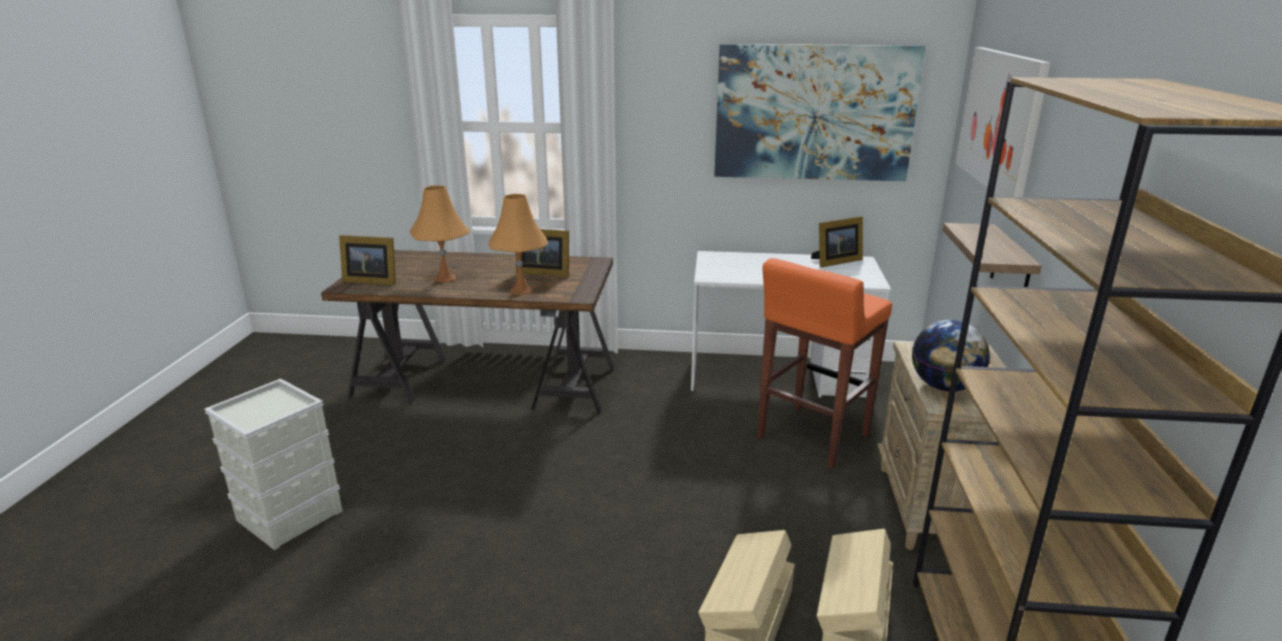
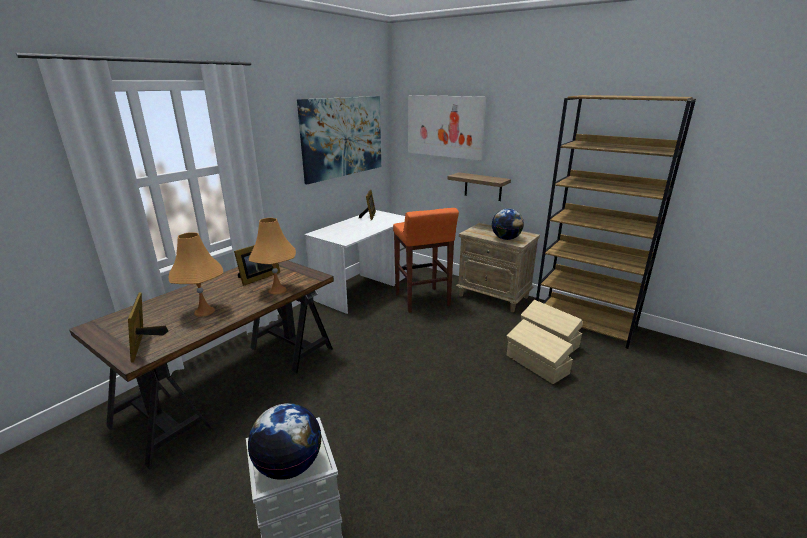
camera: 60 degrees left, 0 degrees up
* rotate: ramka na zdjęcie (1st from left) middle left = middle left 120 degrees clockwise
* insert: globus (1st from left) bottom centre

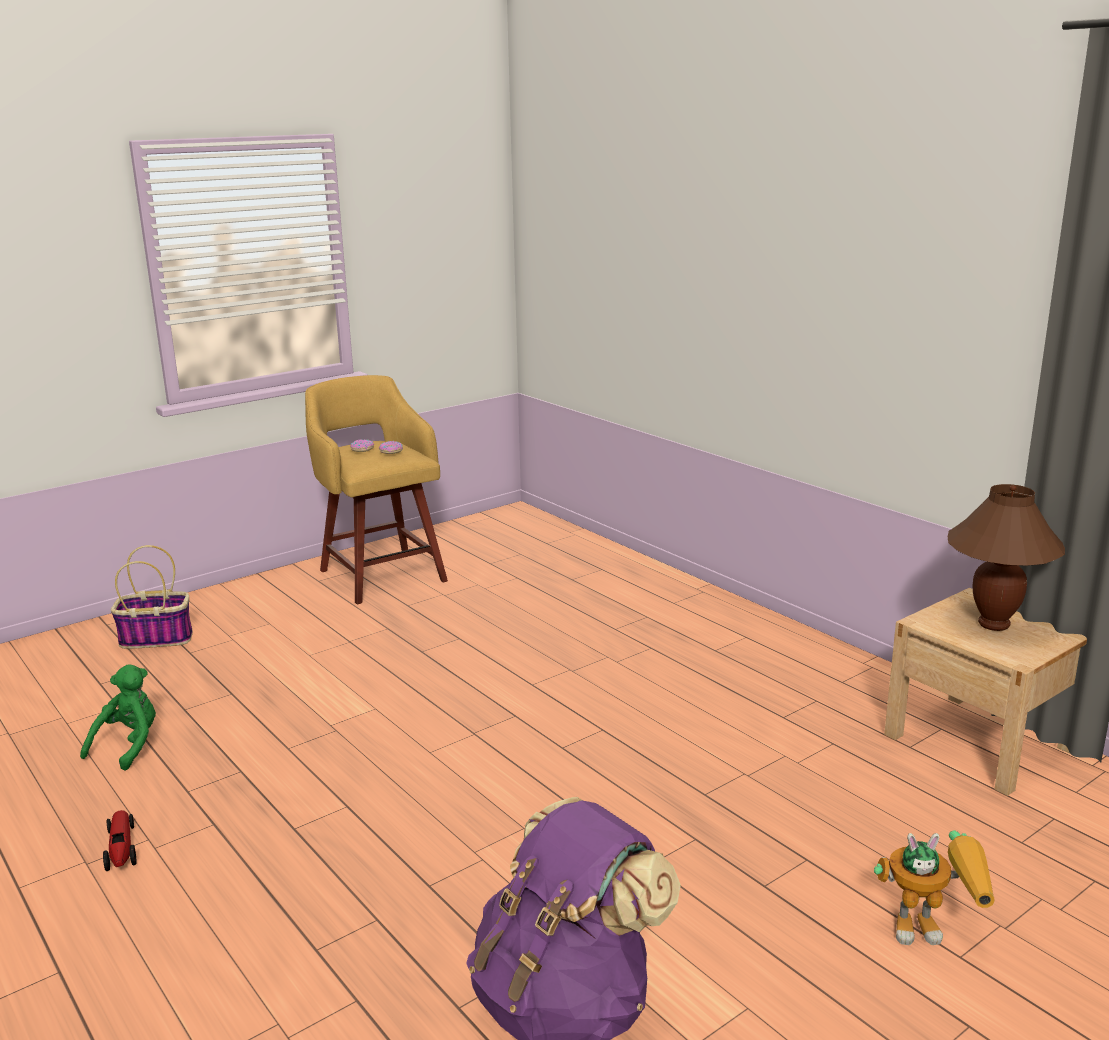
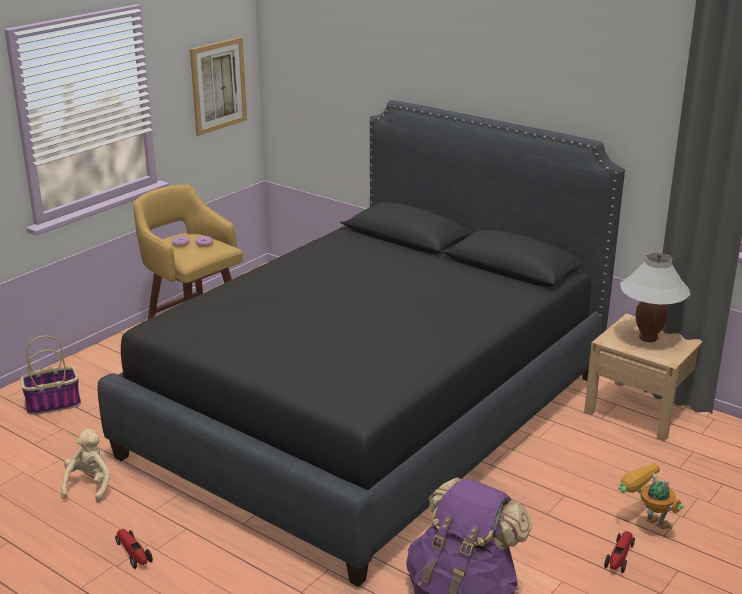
camera: 15 degrees left, 5 degrees up
* recolor: pluszak [zielony] bottom left to pluszak [beżowy] bottom left
* rotate: robot zabawkowy bottom right = bottom right 120 degrees counterclockwise
* recolor: lampa stołowa [brązowy] middle right to lampa stołowa [biały] middle right
* insert: łóżko [czarny] centre
* insert: obraz top left
* insert: samochodzik (2nd from left) bottom right

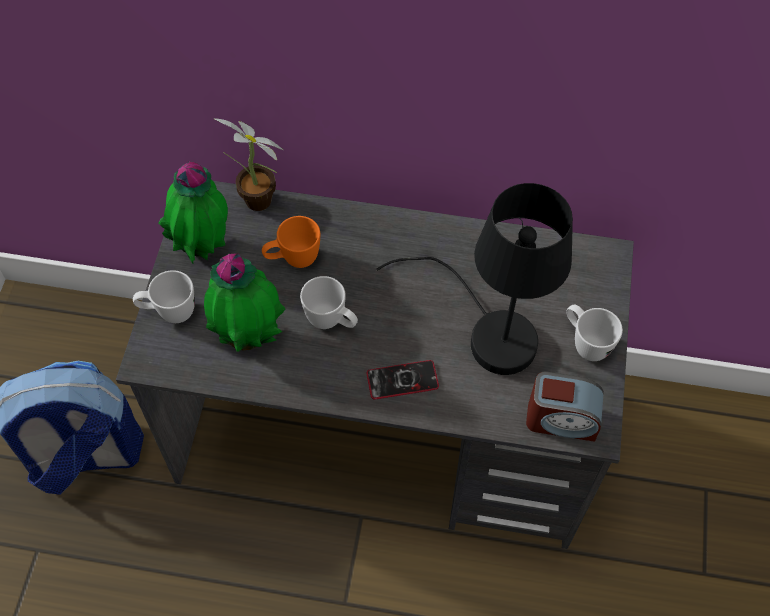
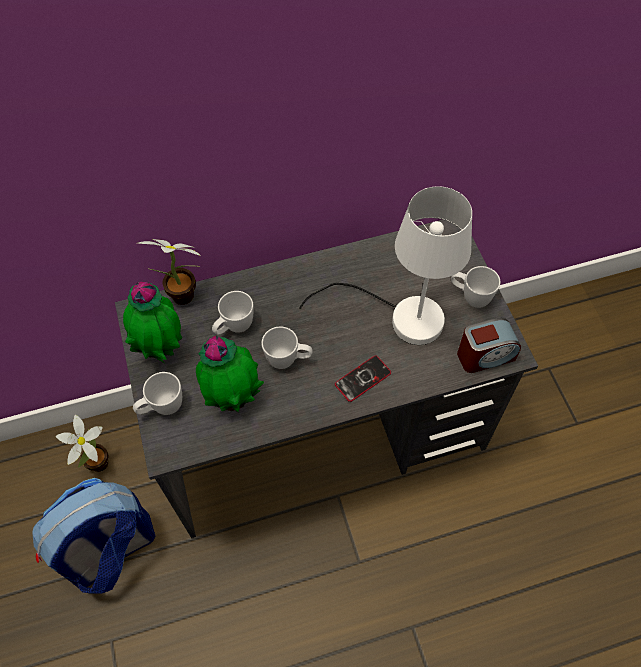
camera: 25 degrees left, 0 degrees up
* recolor: kubek [pomarańczowy] centre to kubek [biały] (2nd from left) centre
* recolor: lampa stołowa [czarny] centre to lampa stołowa [biały] centre
* insert: roślina doniczkowa (1st from left) middle left

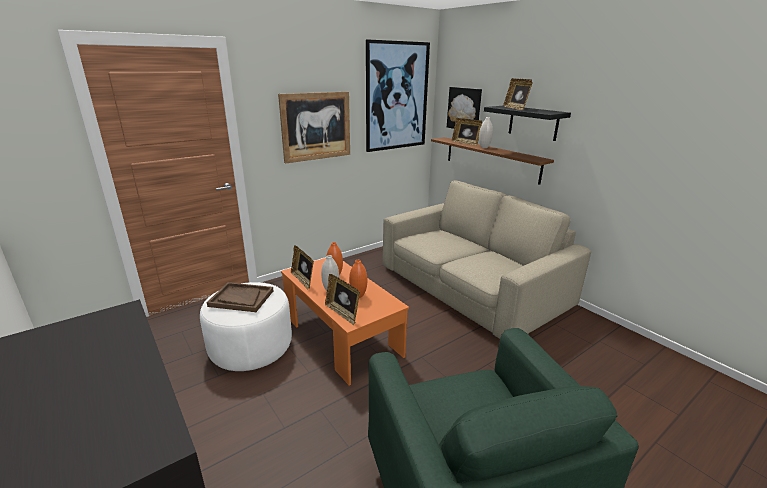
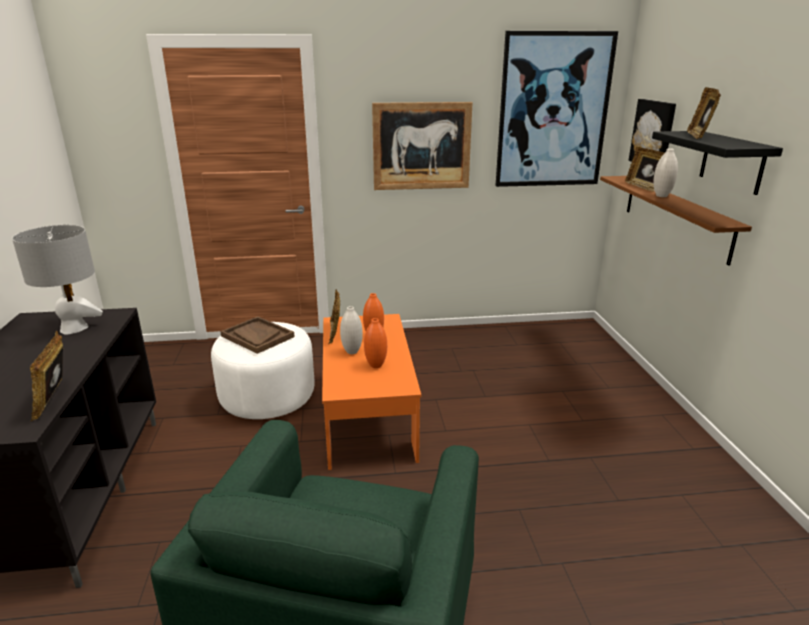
camera: 30 degrees right, 0 degrees up
* move: ramka na zdjęcie (2nd from left in the first image) centre to ramka na zdjęcie (1st from left) middle left
* delete: kanapa [beżowy] centre
* insert: lampa stołowa [szary] middle left

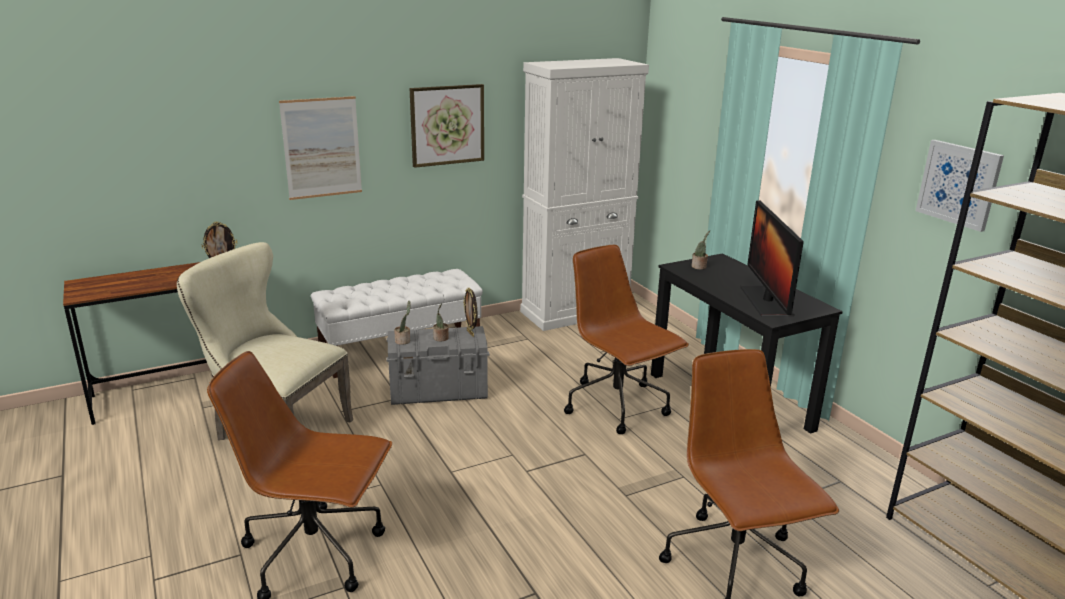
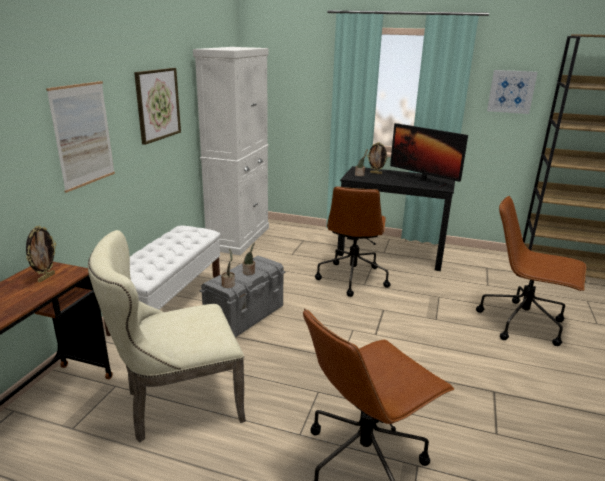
camera: 45 degrees left, 0 degrees up
* move: ramka na zdjęcie (2nd from left) centre to top centre
* rotate: krzesło biurowe [brązowy] (2nd from left in the first image) centre = centre 90 degrees counterclockwise

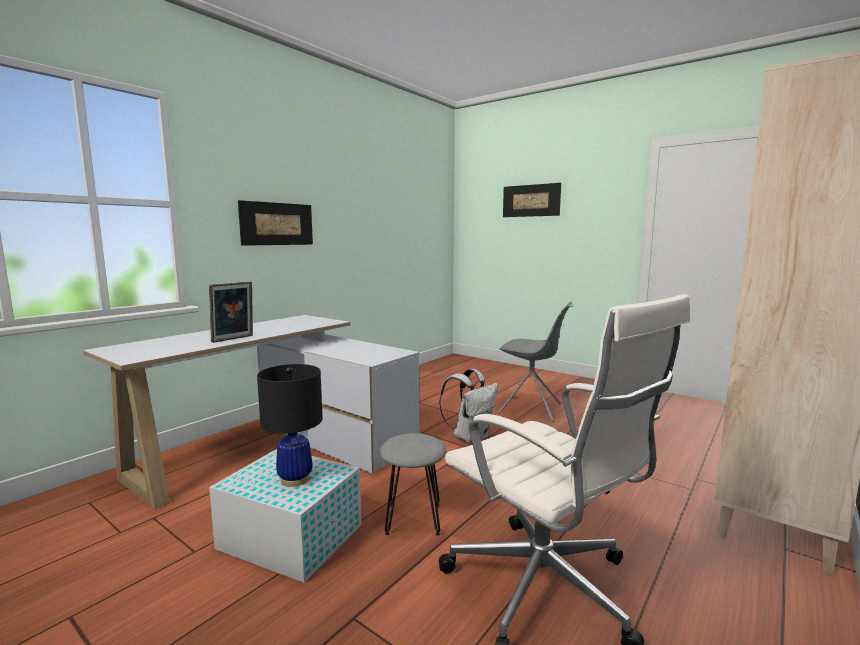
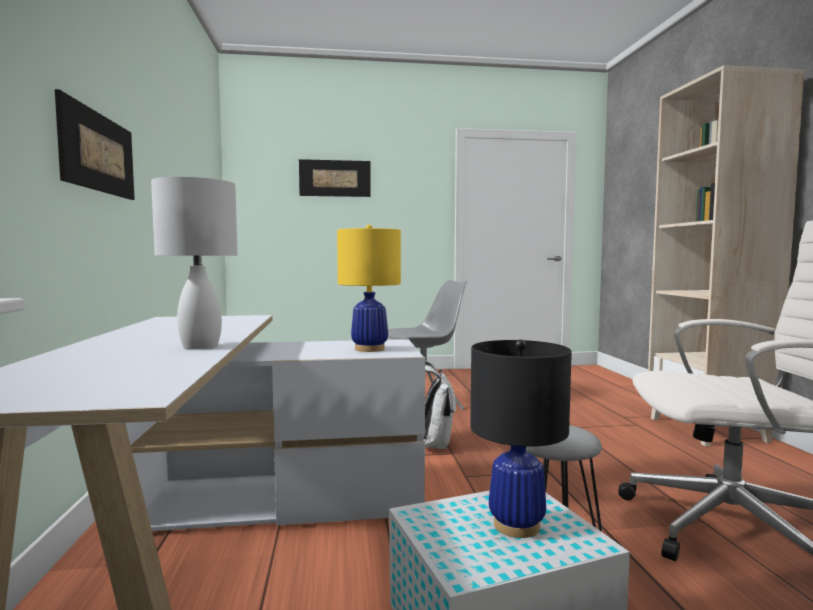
camera: 45 degrees left, 5 degrees down
* replace: ramka na zdjęcie middle left to lampa stołowa [biały] middle left
* insert: lampa stołowa [żółty] centre

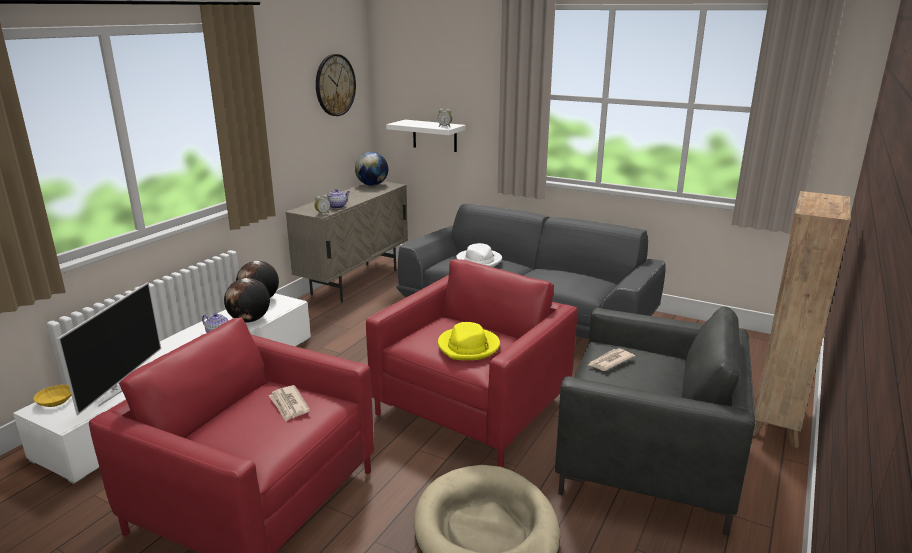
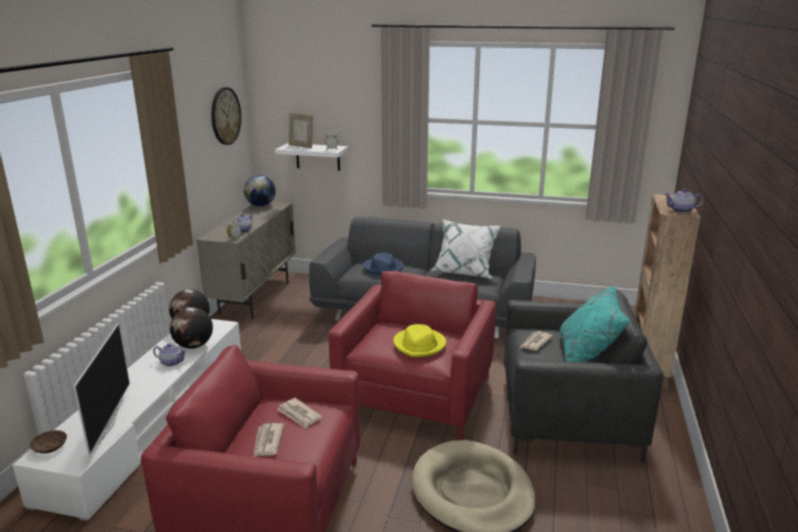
camera: 15 degrees left, 0 degrees up
* recolor: miska [żółty] bottom left to miska [brązowy] bottom left
* recolor: kapelusz [biały] centre to kapelusz [niebieski] centre
* insert: gazeta (1st from left) bottom centre
* insert: ramka na zdjęcie top centre
* insert: poduszka [biały] centre
* insert: poduszka [turkusowy] middle right
* insert: imbryk (3rd from left) middle right

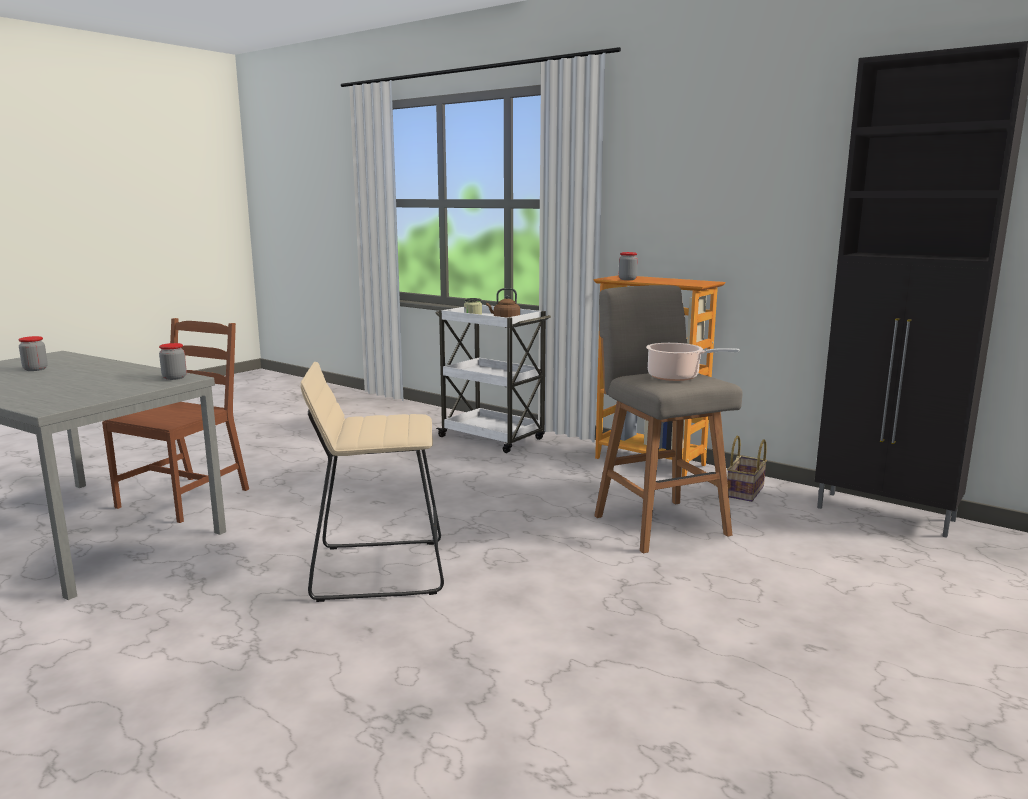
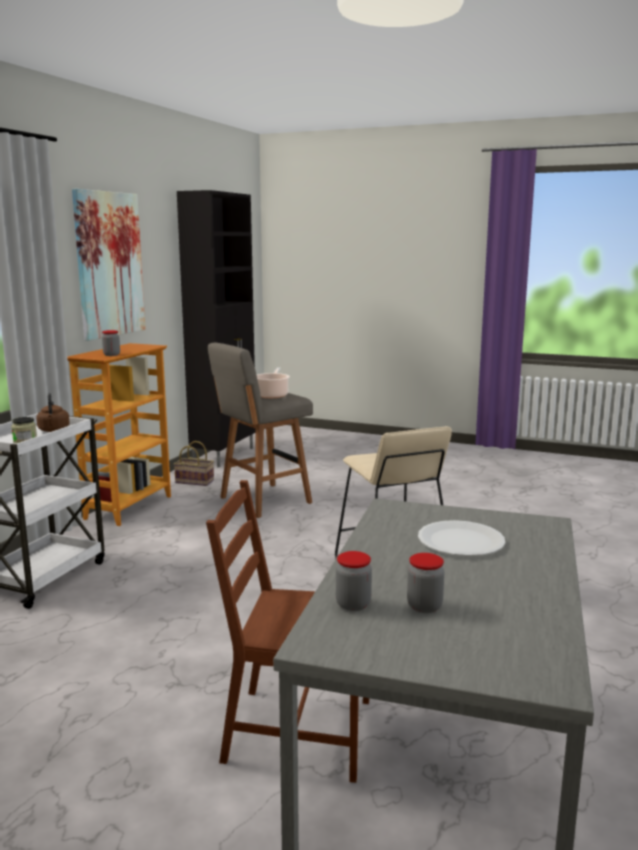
camera: 105 degrees left, 0 degrees up
* move: słoik (2nd from left in the first image) middle left to słoik (3rd from left) bottom centre
* insert: obraz top left
* insert: talerz [biały] middle right

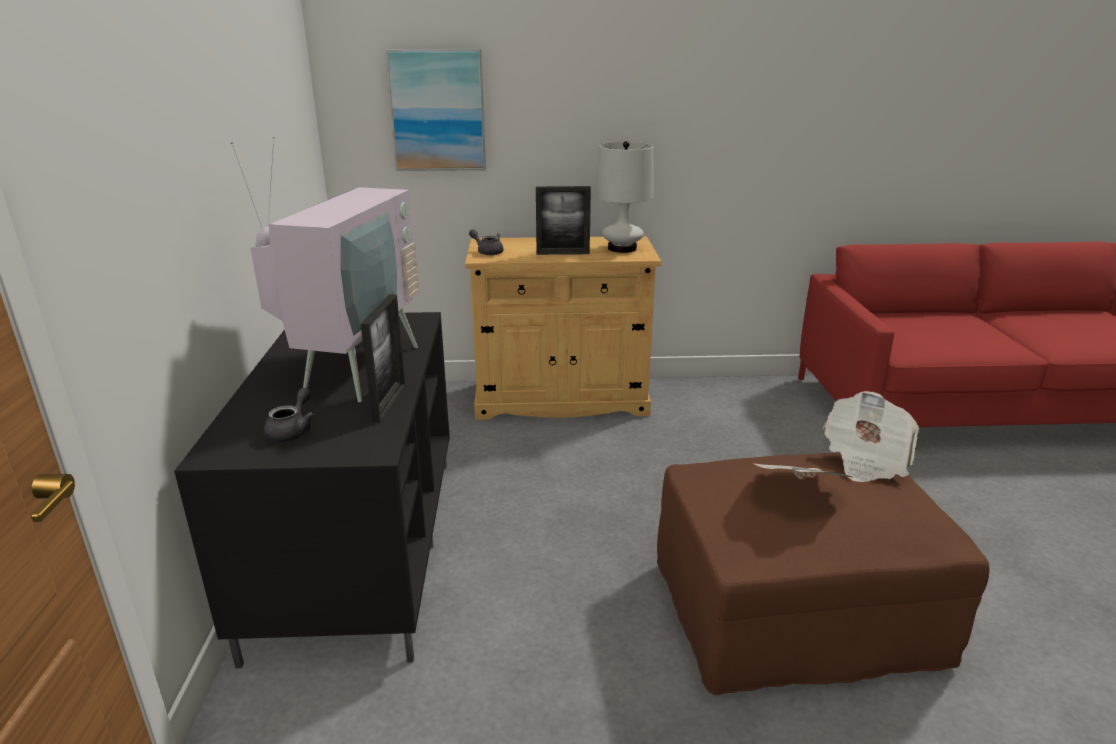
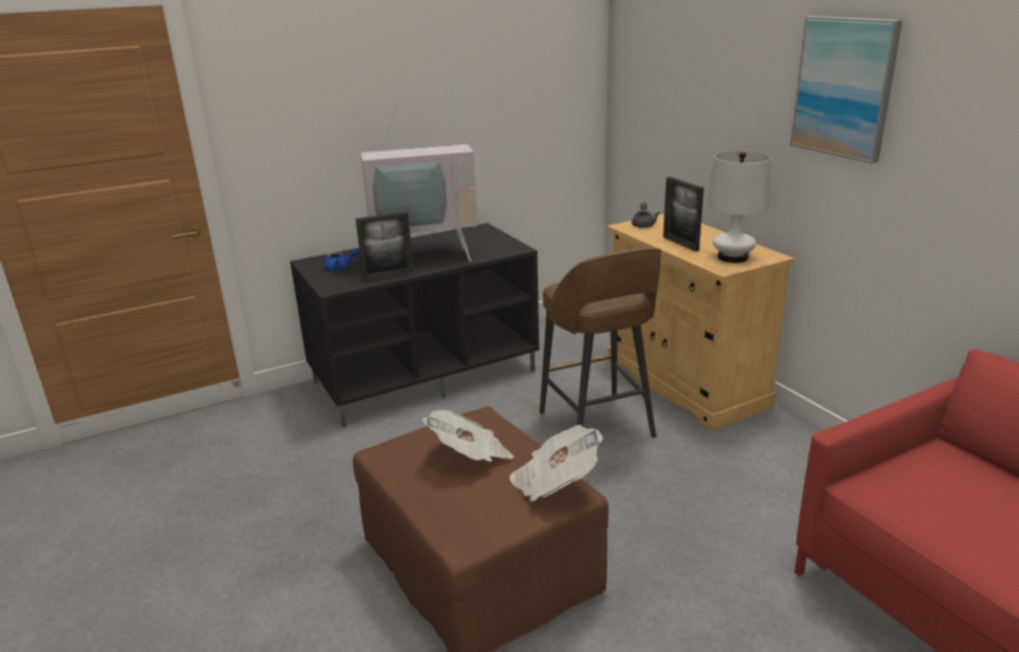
camera: 65 degrees right, 0 degrees up
* recolor: imbryk [szary] (1st from left) middle left to imbryk [niebieski] centre
* move: obraz top centre to top right
* insert: stołek [brązowy] centre

